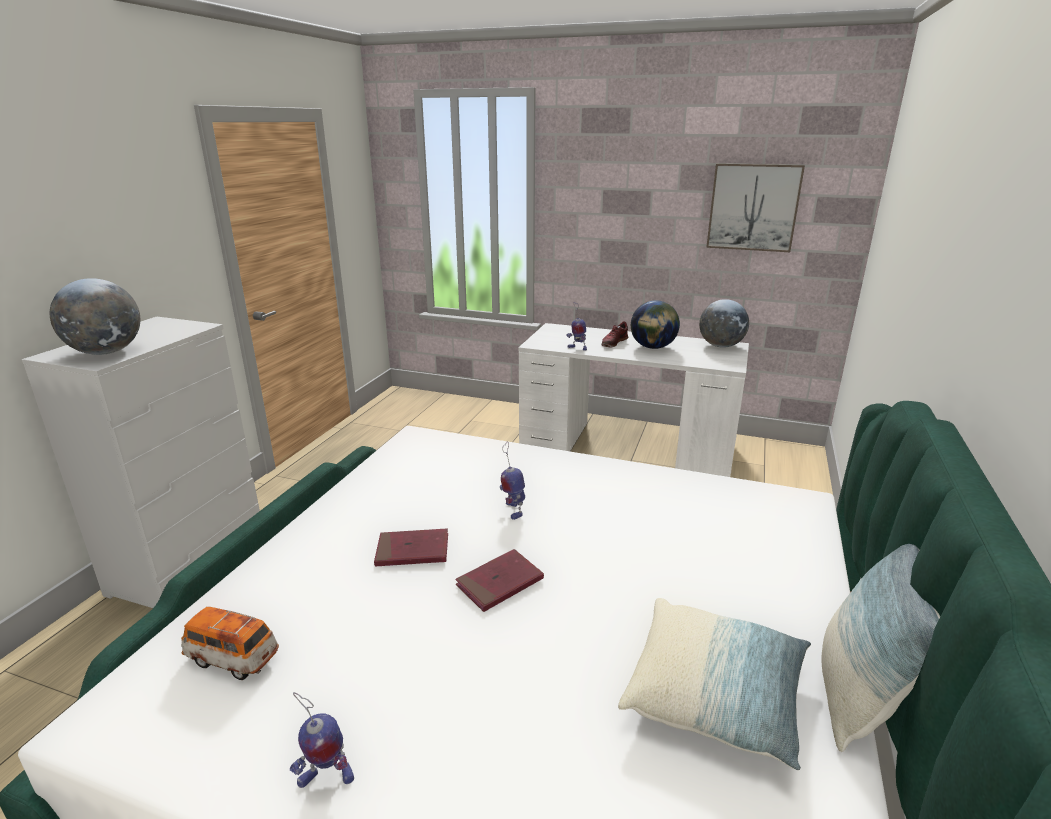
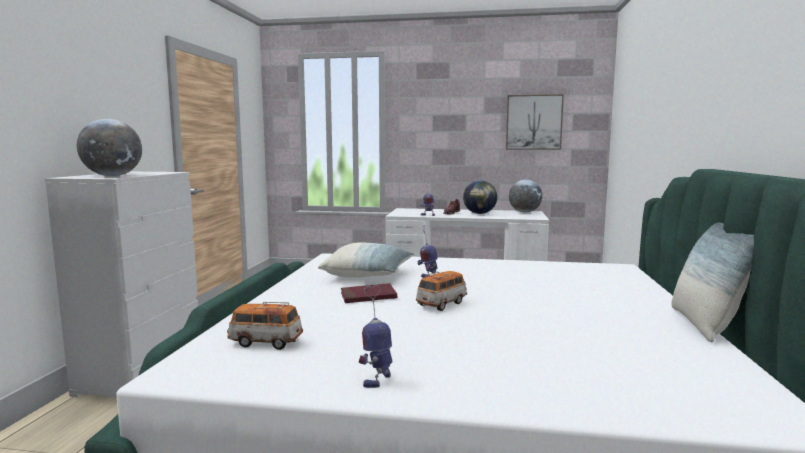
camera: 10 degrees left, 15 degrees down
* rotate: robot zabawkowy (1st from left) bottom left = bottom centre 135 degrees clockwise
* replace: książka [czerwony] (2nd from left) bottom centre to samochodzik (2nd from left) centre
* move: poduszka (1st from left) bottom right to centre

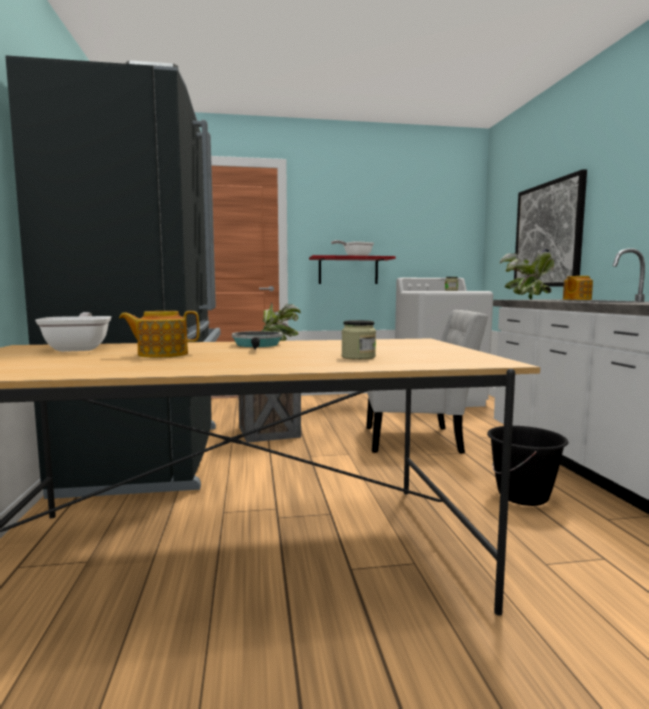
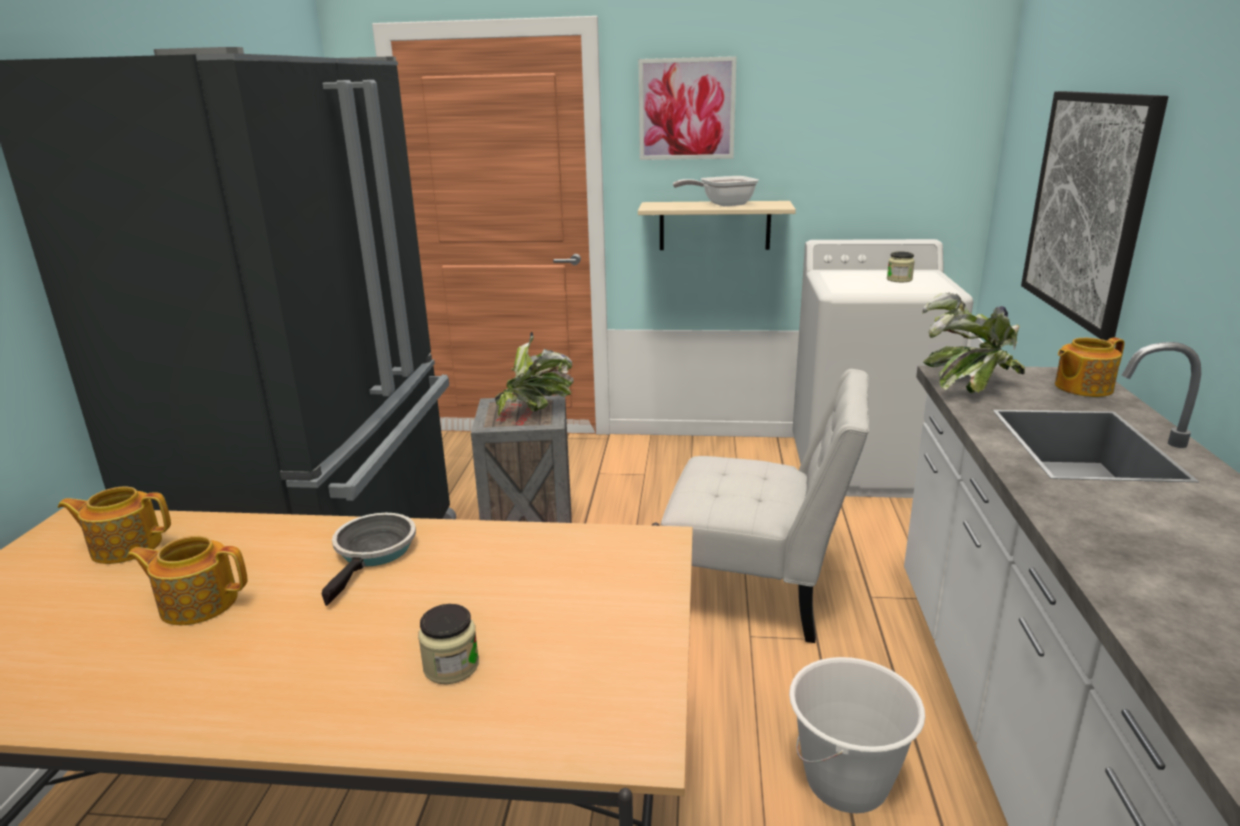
camera: 15 degrees right, 15 degrees up
* replace: patelnia (1st from left) middle left to imbryk (1st from left) middle left
* recolor: półka [czerwony] centre to półka [beżowy] top centre
* recolor: wiadro [czarny] middle right to wiadro [biały] bottom right
* insert: obraz (1st from left) top centre

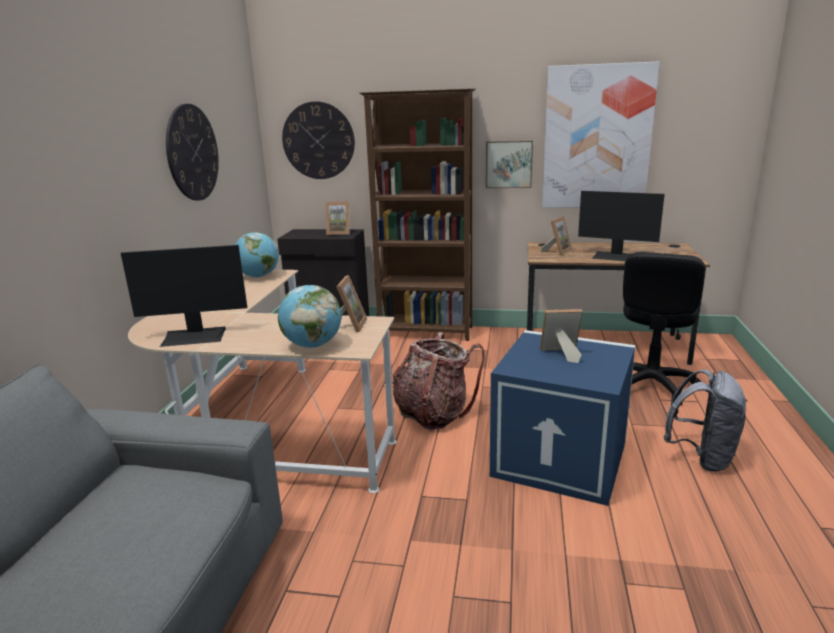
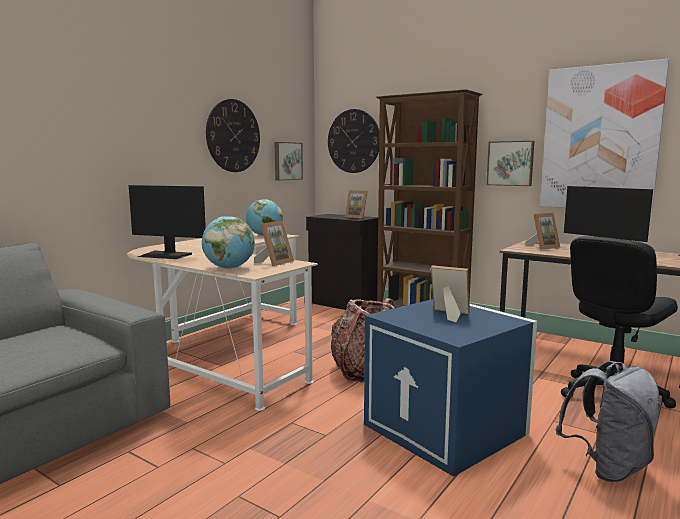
camera: 25 degrees right, 10 degrees down
* insert: obraz (1st from left) top centre

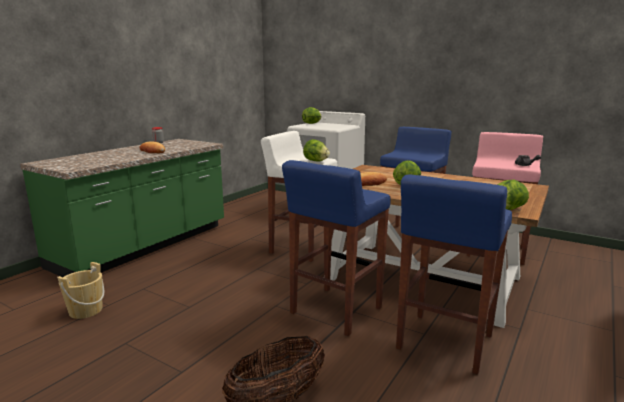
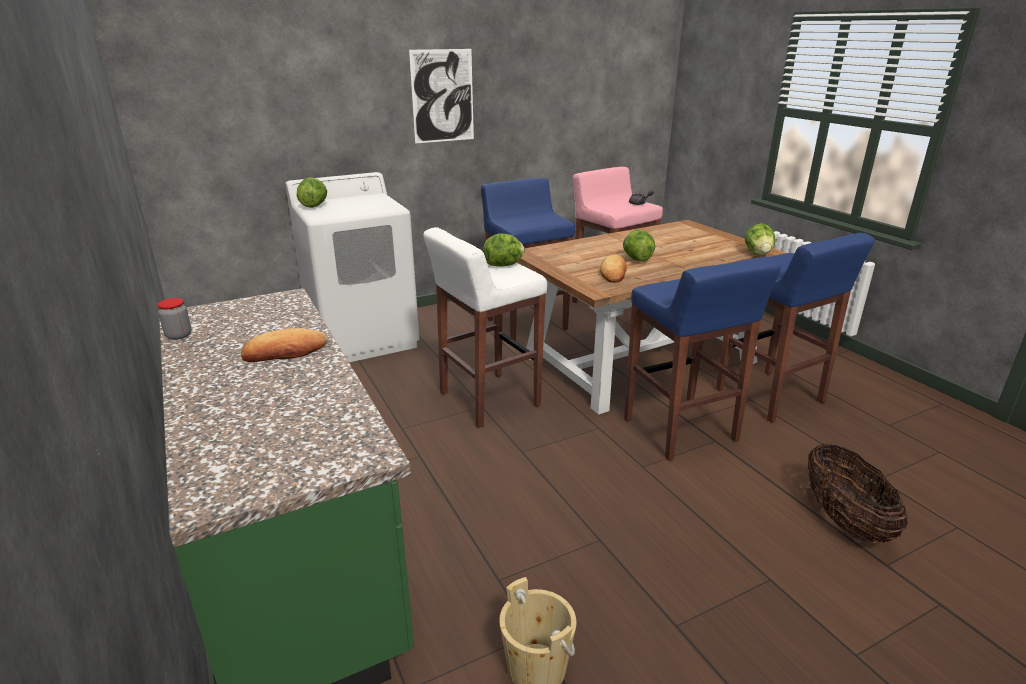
camera: 60 degrees left, 10 degrees up
* insert: obraz top centre

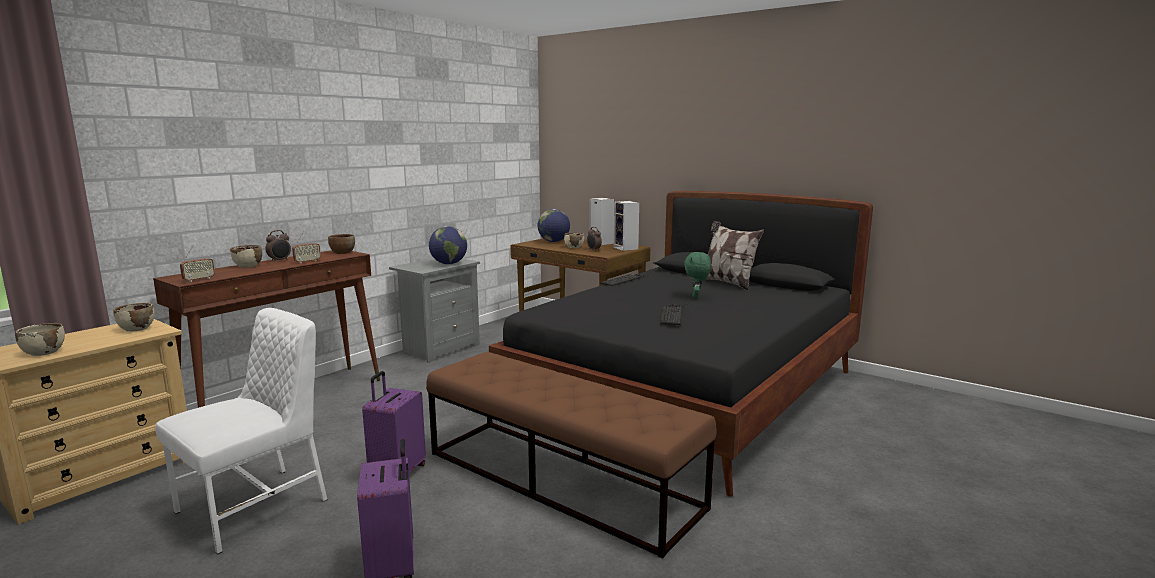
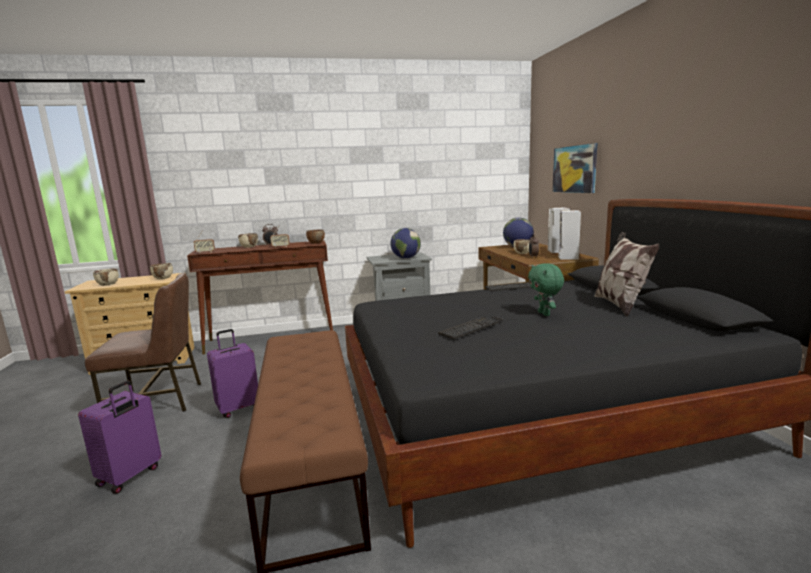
camera: 40 degrees right, 0 degrees up
* recolor: krzesło [biały] bottom left to krzesło [brązowy] middle left
* rotate: pluszak [zielony] centre = middle right 60 degrees counterclockwise
* insert: obraz top right

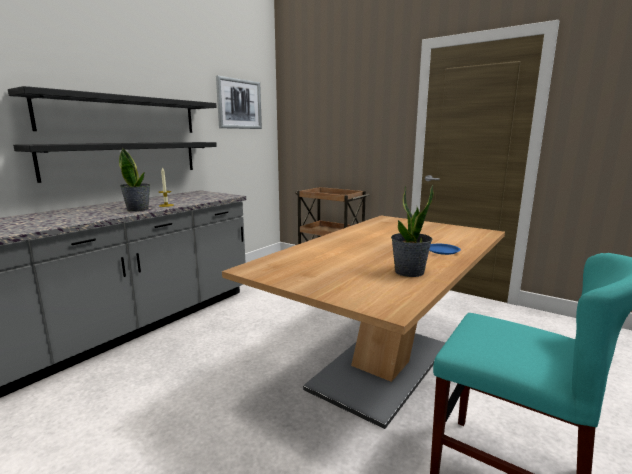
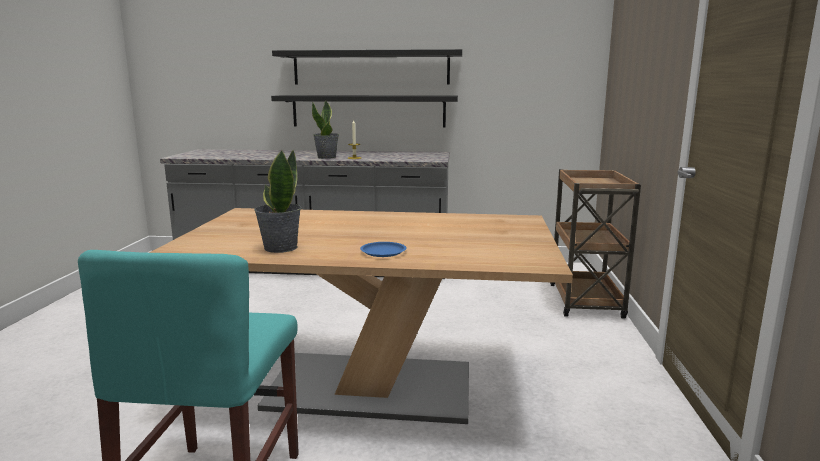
camera: 60 degrees right, 0 degrees up
* delete: obraz top centre

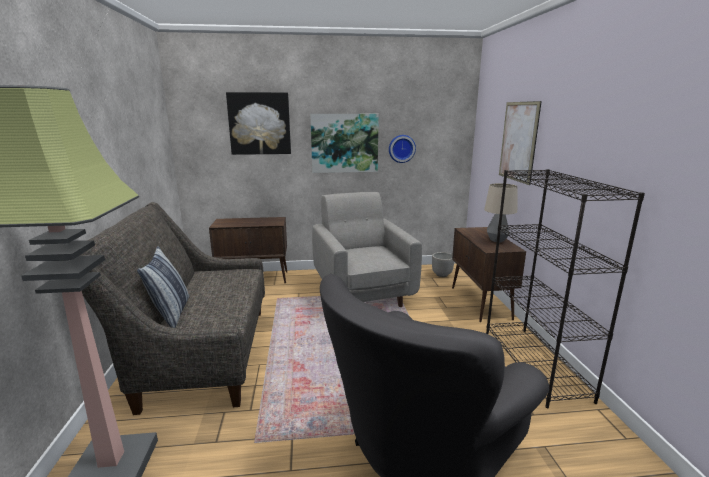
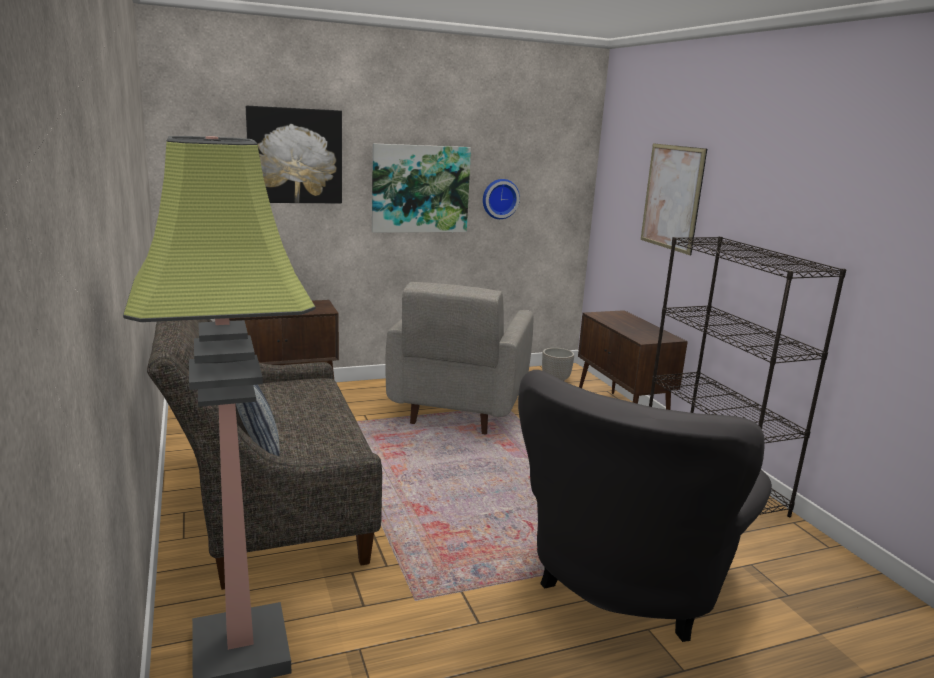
camera: 15 degrees left, 0 degrees up
* rotate: fotel [szary] (1st from left) centre = centre 135 degrees counterclockwise
* delete: lampa stołowa middle right

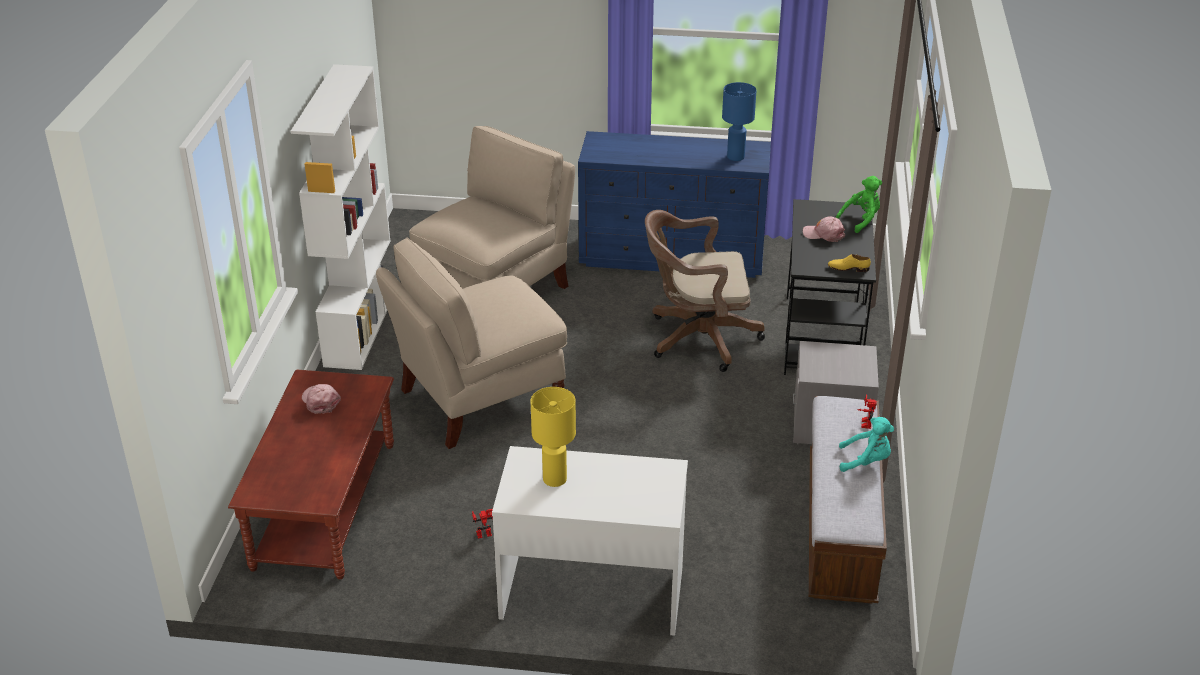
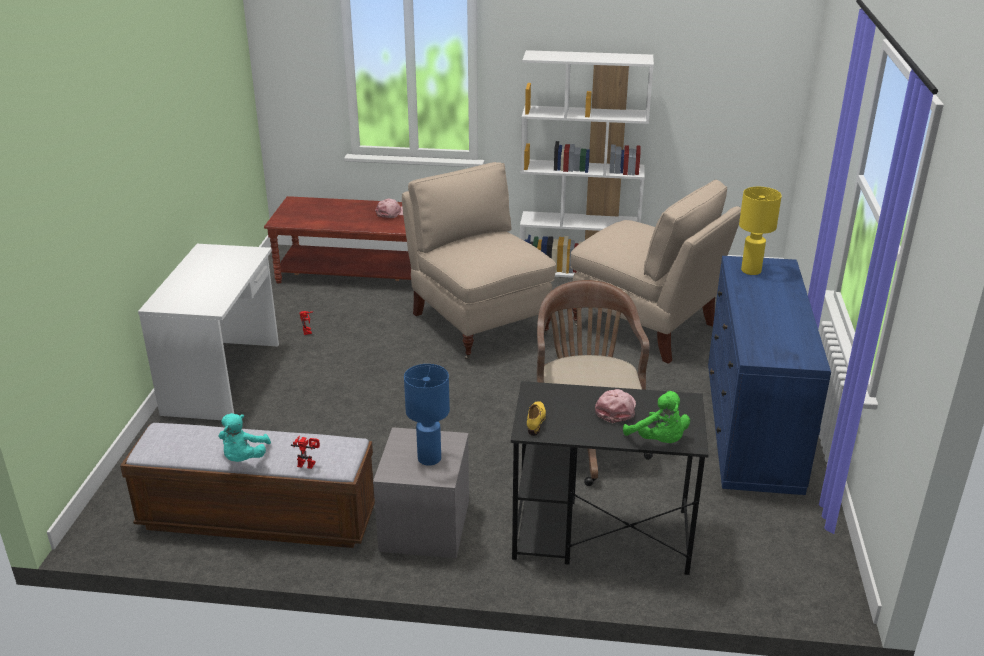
camera: 90 degrees right, 5 degrees down
* move: lampa stołowa [żółty] centre to middle right
* move: lampa stołowa [niebieski] top centre to centre

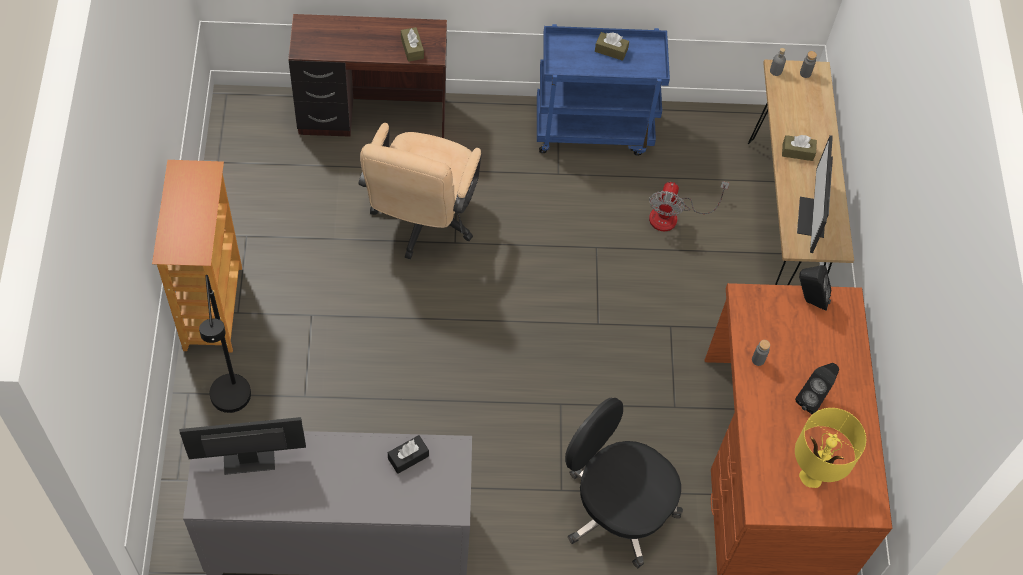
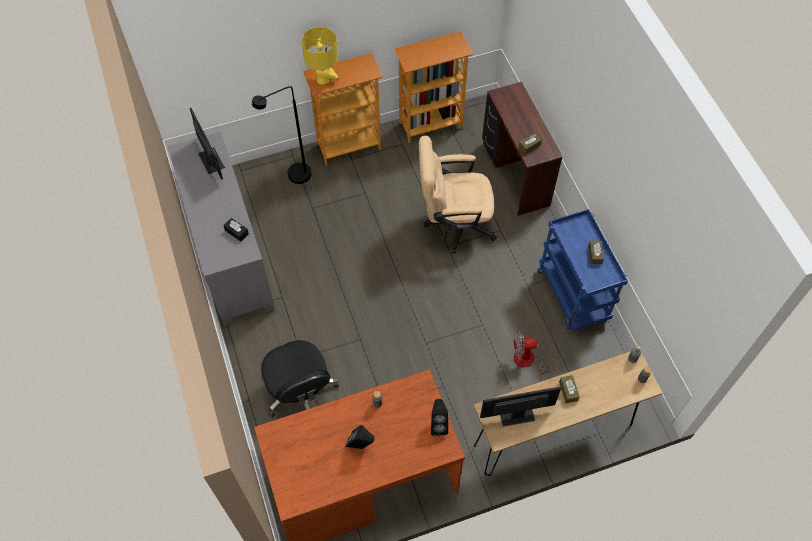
camera: 75 degrees right, 0 degrees up
* rotate: krzesło biurowe [czarny] bottom centre = bottom centre 135 degrees clockwise
* move: lampa stołowa [żółty] bottom right to top centre
* insert: regał (2nd from left) top centre

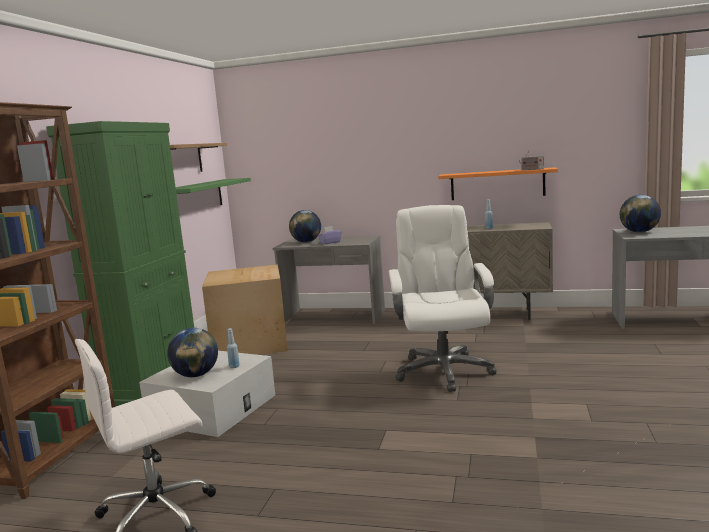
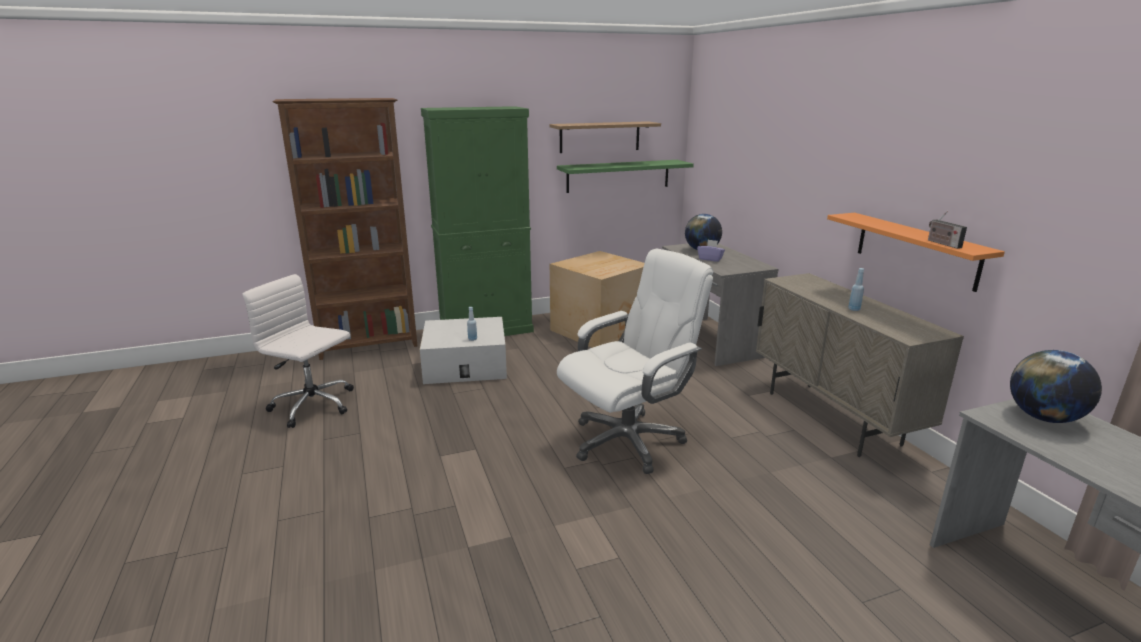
camera: 55 degrees right, 10 degrees up
* delete: globus (1st from left) middle left

